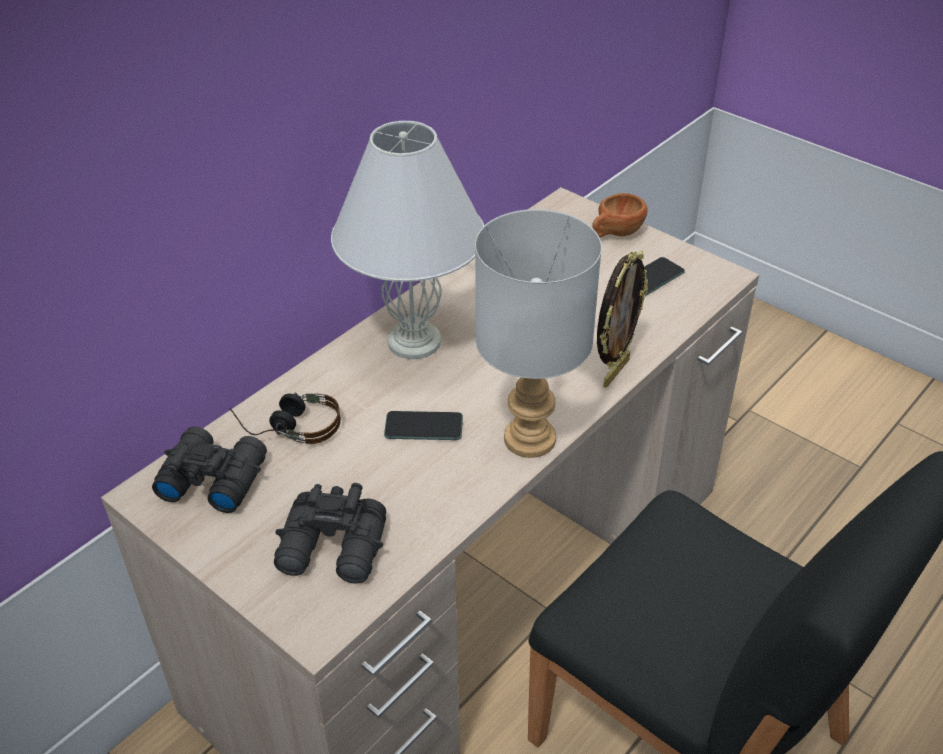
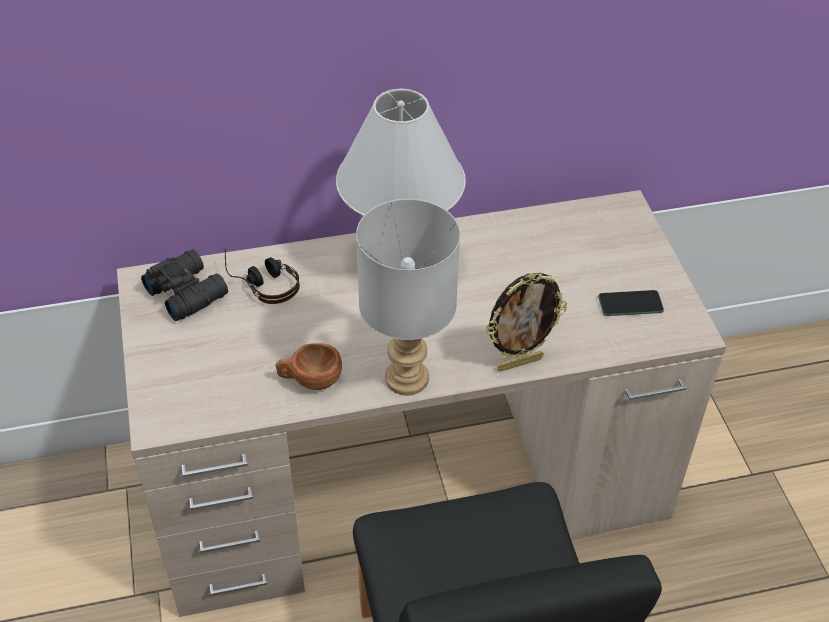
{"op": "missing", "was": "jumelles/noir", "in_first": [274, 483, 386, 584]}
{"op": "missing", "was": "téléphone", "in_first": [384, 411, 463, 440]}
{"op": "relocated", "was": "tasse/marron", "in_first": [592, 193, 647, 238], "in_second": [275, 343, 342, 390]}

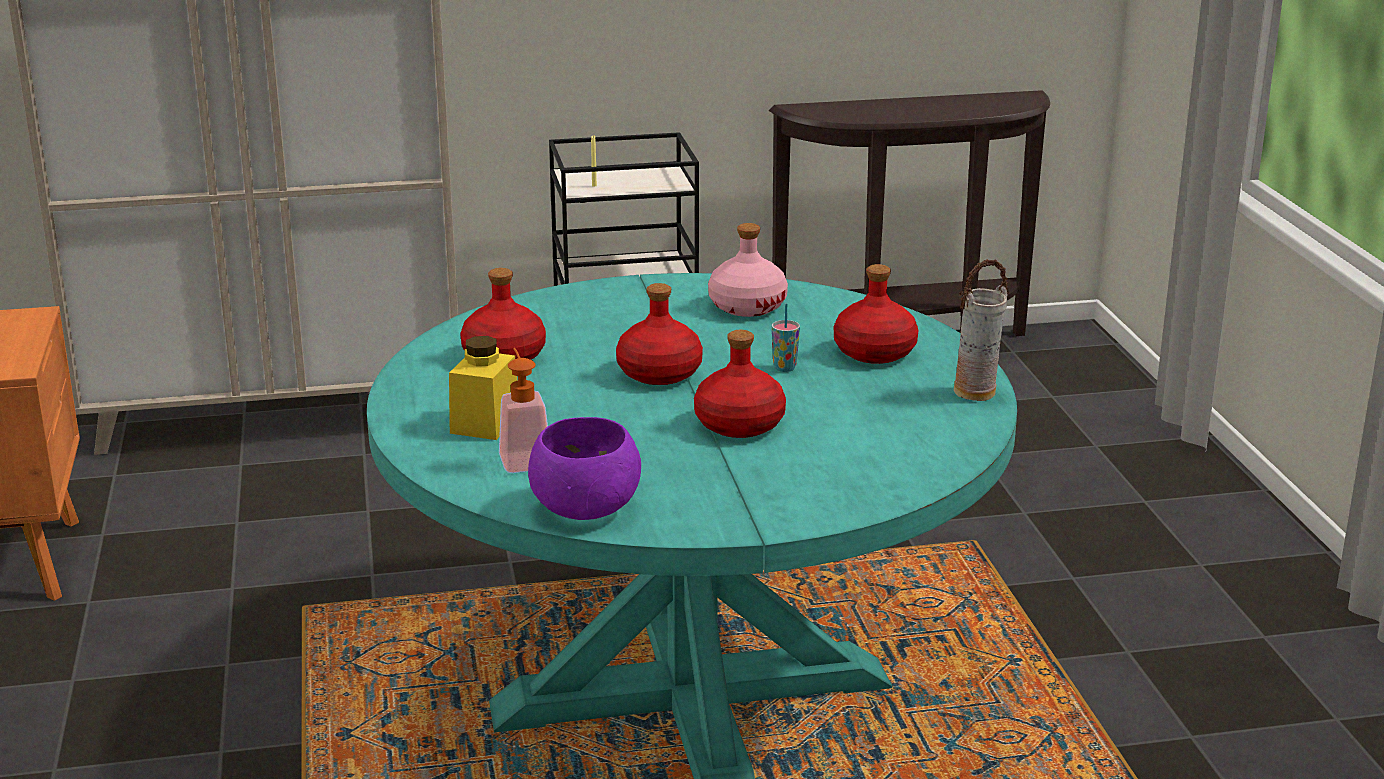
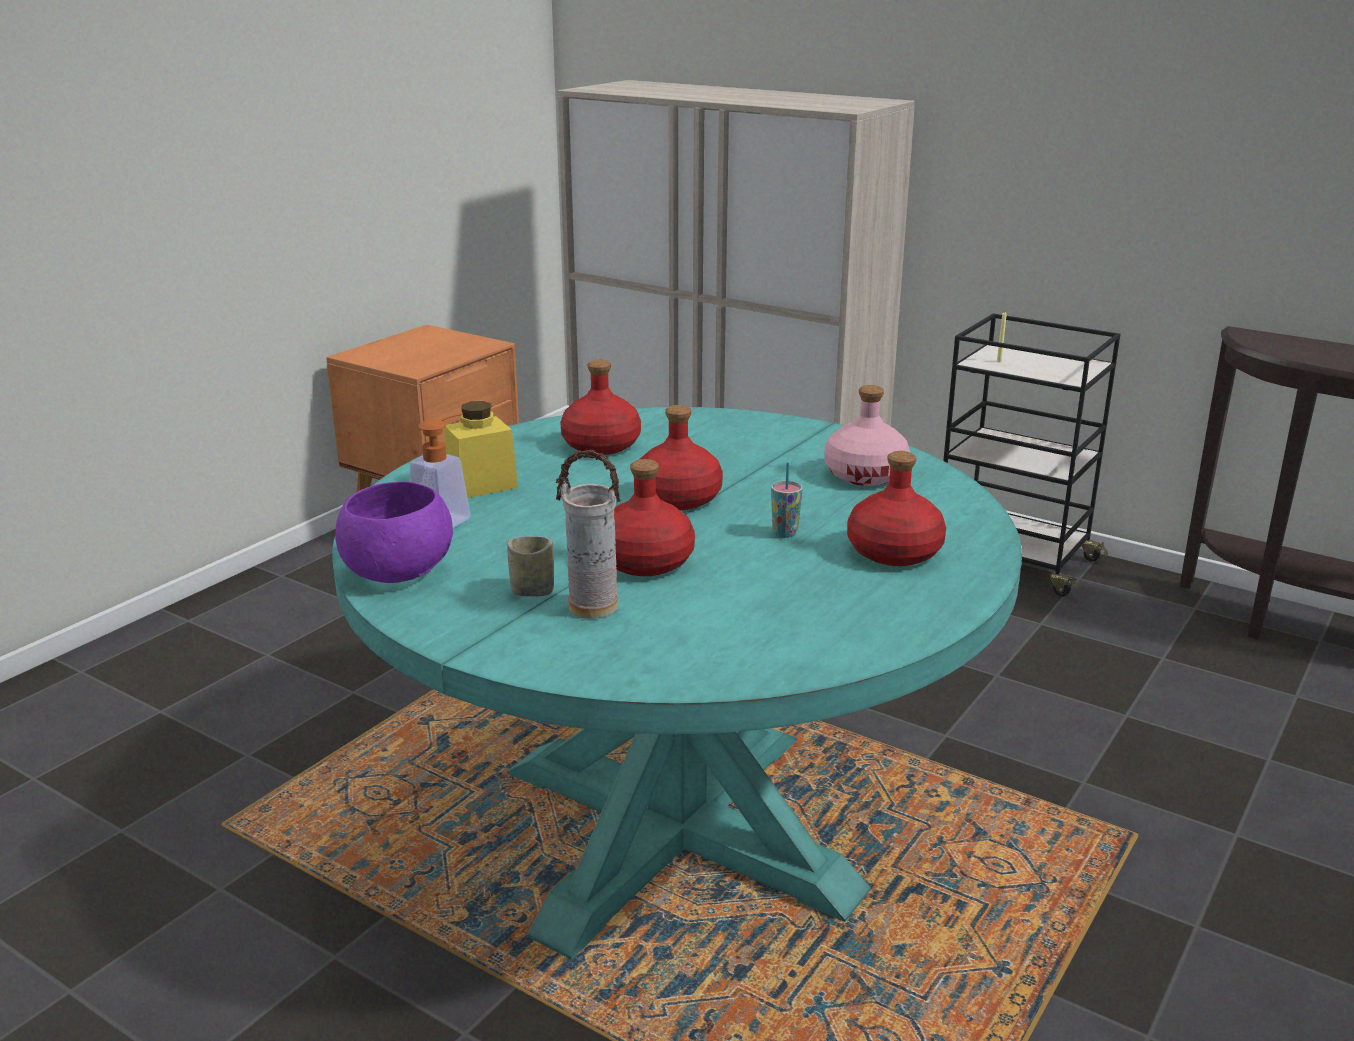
{"op": "relocated", "was": "vase", "in_first": [954, 259, 1010, 401], "in_second": [556, 450, 621, 619]}
{"op": "appeared", "now": "tasse", "in_second": [507, 536, 554, 597]}

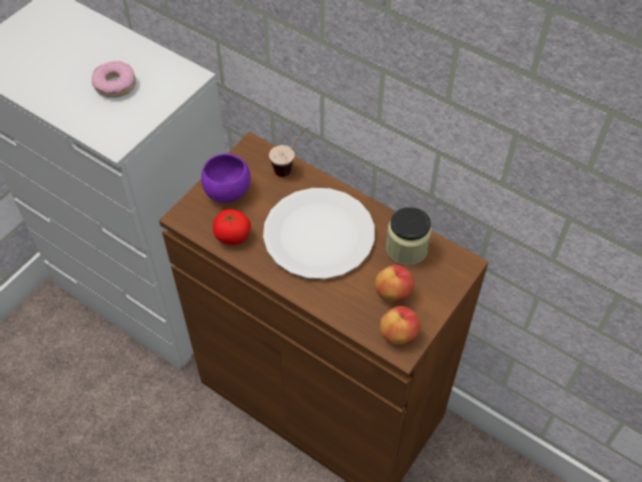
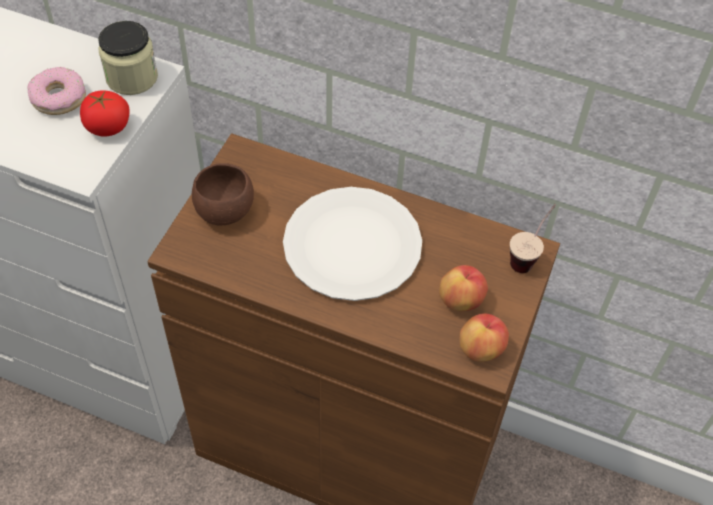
{"op": "colour", "was": "bol/violet", "now": "bol/marron", "in_first": [201, 154, 250, 202], "in_second": [192, 163, 254, 225]}
{"op": "relocated", "was": "tomate", "in_first": [213, 209, 251, 245], "in_second": [80, 90, 130, 137]}
{"op": "relocated", "was": "tasse", "in_first": [269, 127, 309, 177], "in_second": [510, 204, 556, 273]}
{"op": "relocated", "was": "bocal", "in_first": [386, 207, 432, 265], "in_second": [98, 21, 158, 95]}

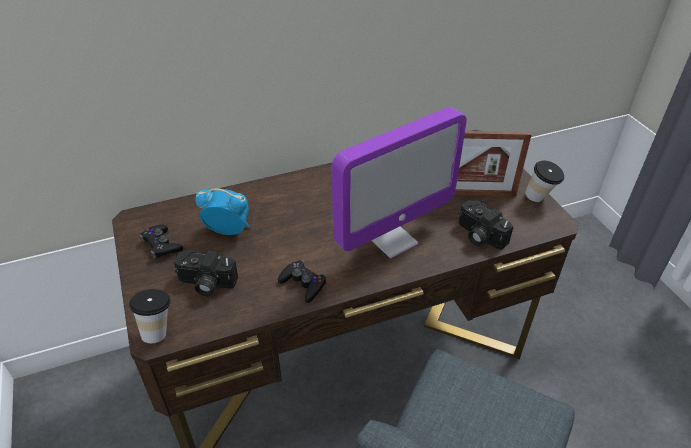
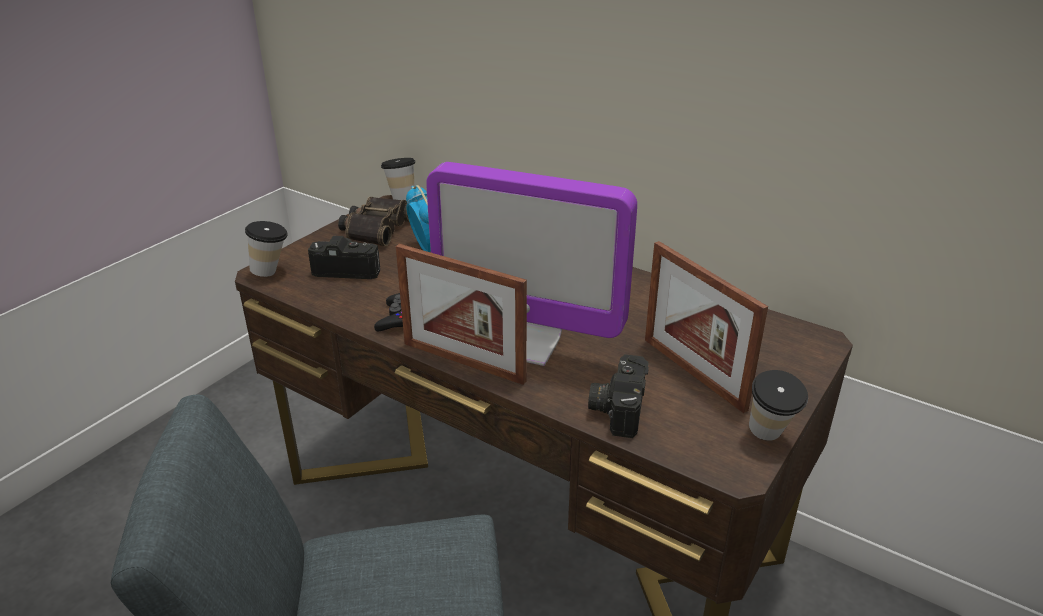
{"op": "exchanged", "was": "manette/noir", "now": "jumelles", "in_first": [139, 225, 183, 259], "in_second": [338, 197, 409, 246]}
{"op": "spun", "was": "appareil photo", "in_first": [174, 250, 238, 296], "in_second": [308, 236, 380, 279], "clockwise": 120}
{"op": "appeared", "now": "tasse", "in_second": [381, 158, 415, 200]}
{"op": "appeared", "now": "cadre photo", "in_second": [396, 244, 527, 385]}

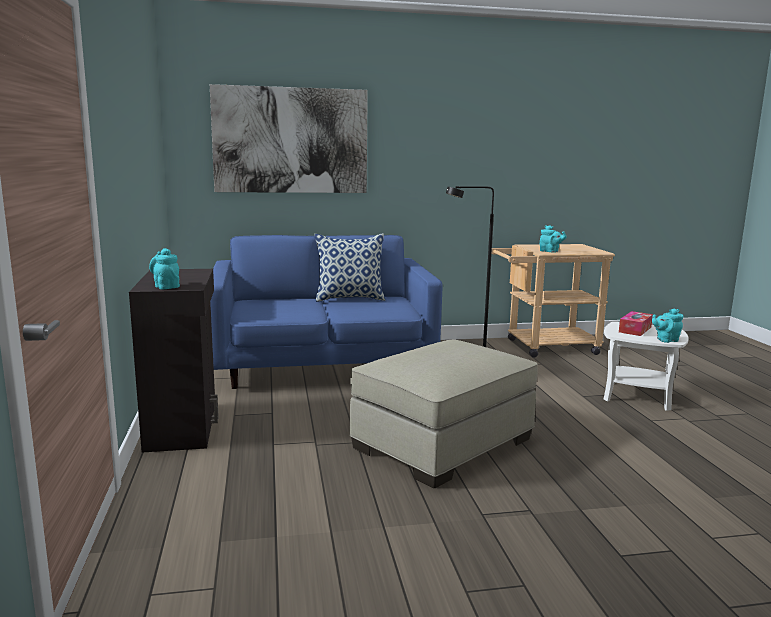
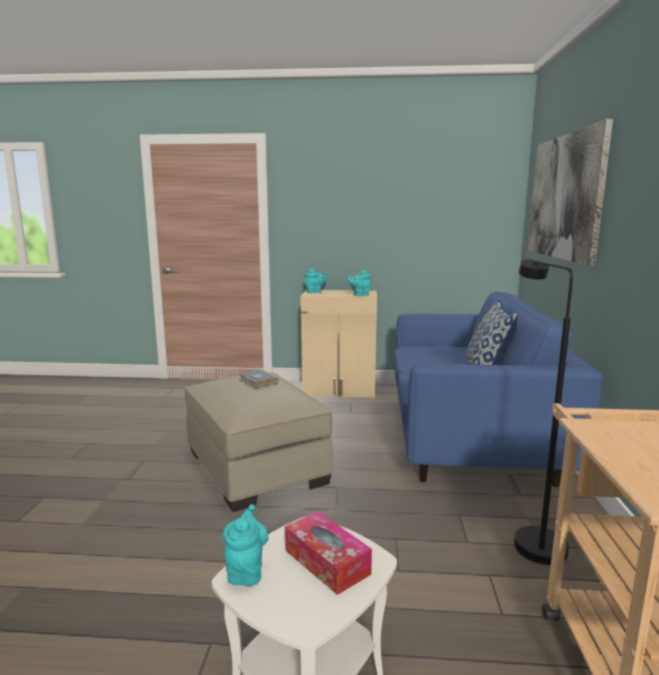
{"op": "colour", "was": "meuble de rangement/noir", "now": "meuble de rangement/beige", "in_first": [129, 269, 219, 452], "in_second": [300, 290, 377, 398]}
{"op": "relocated", "was": "théière/turquoise", "in_first": [540, 225, 567, 252], "in_second": [348, 270, 371, 296]}
{"op": "appeared", "now": "livre/gris", "in_second": [239, 369, 279, 389]}

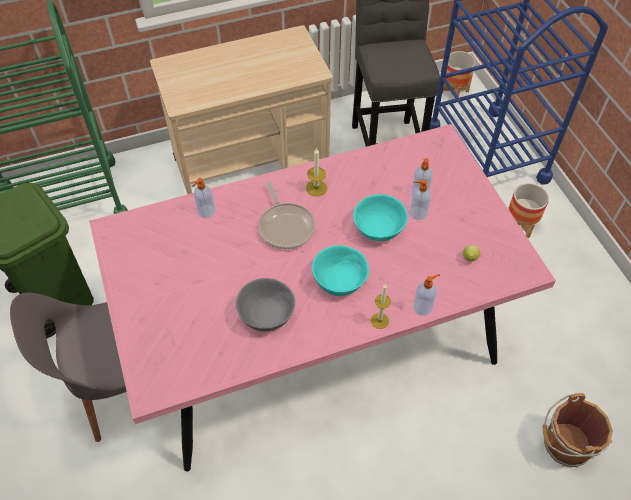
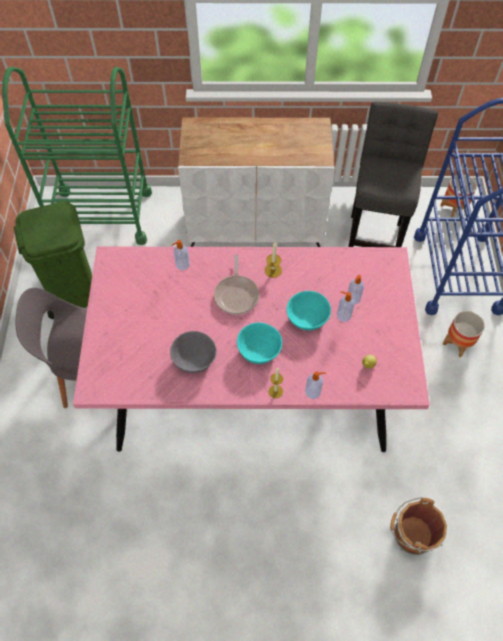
{"op": "exchanged", "was": "chariot/beige", "now": "meuble de rangement/blanc", "in_first": [150, 25, 333, 195], "in_second": [178, 117, 335, 247]}

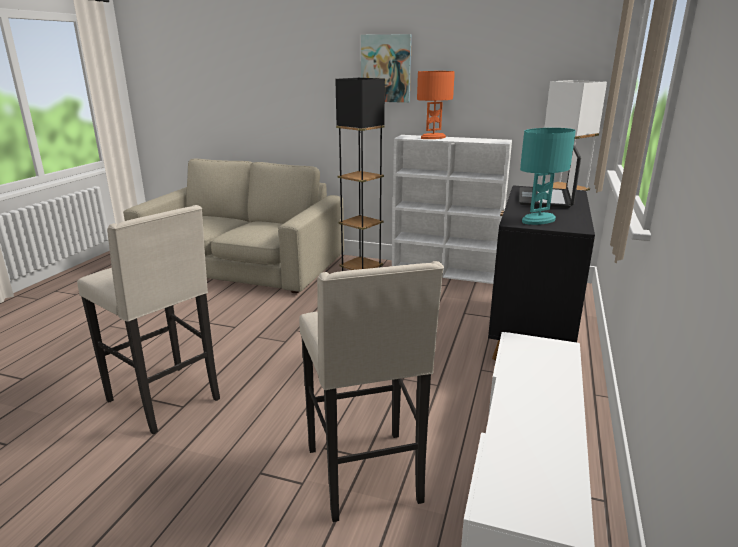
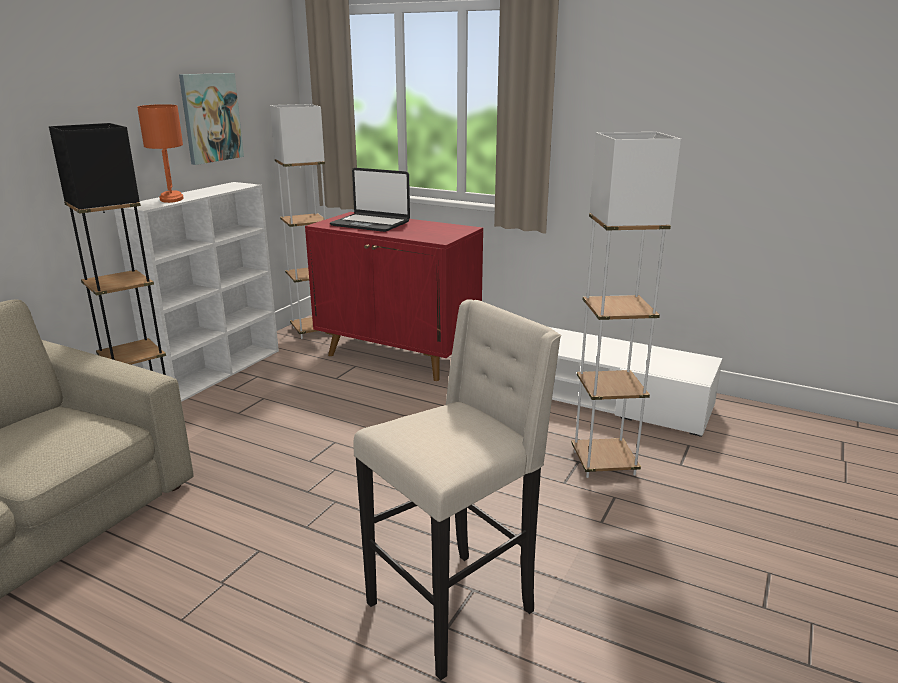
{"op": "exchanged", "was": "tabouret/beige", "now": "lampadaire/blanc", "in_first": [299, 261, 444, 522], "in_second": [571, 132, 681, 478]}
{"op": "relocated", "was": "tableau", "in_first": [361, 34, 412, 103], "in_second": [179, 73, 244, 165]}
{"op": "colour", "was": "meuble de rangement/noir", "now": "meuble de rangement/rouge", "in_first": [488, 185, 595, 360], "in_second": [305, 212, 483, 381]}
{"op": "missing", "was": "lampe de table/turquoise", "in_first": [520, 128, 576, 225]}

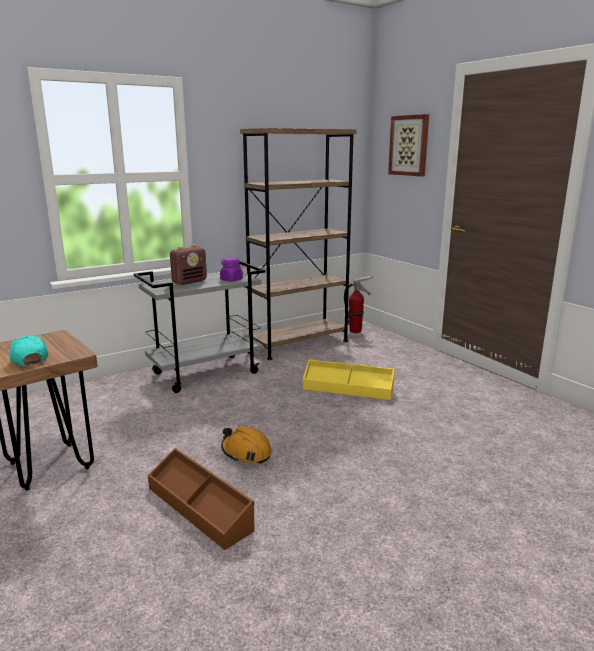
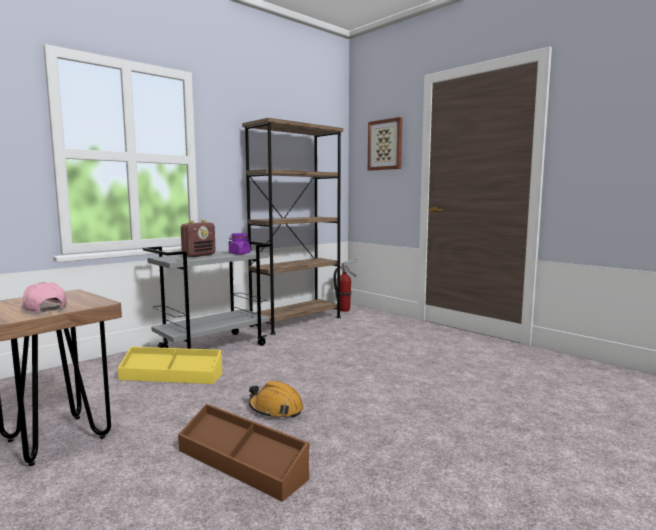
{"op": "colour", "was": "casquette/turquoise", "now": "casquette/rose", "in_first": [10, 336, 49, 366], "in_second": [21, 282, 67, 312]}
{"op": "relocated", "was": "boîte de rangement/jaune", "in_first": [303, 360, 395, 400], "in_second": [118, 347, 222, 384]}

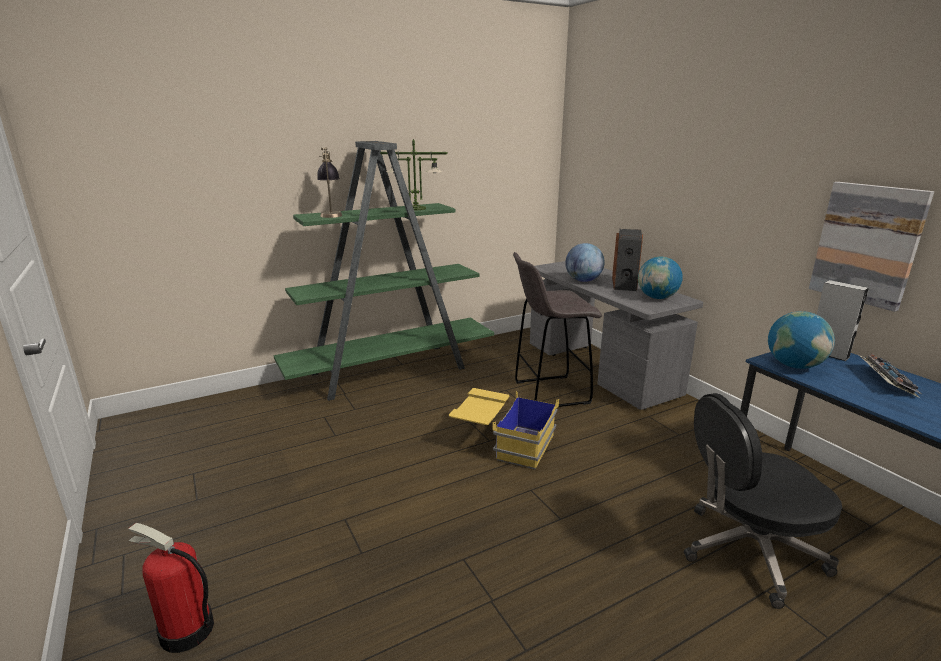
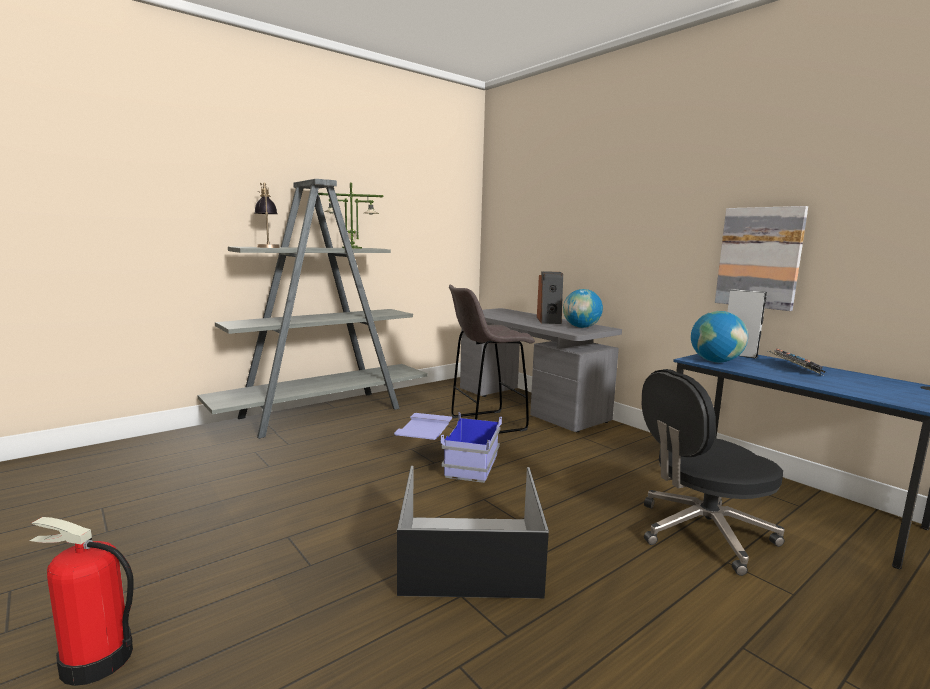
{"op": "colour", "was": "bibliothèque/vert", "now": "bibliothèque/gris", "in_first": [274, 141, 494, 401], "in_second": [198, 179, 428, 439]}
{"op": "colour", "was": "boîte de rangement/jaune", "now": "boîte de rangement/bleu", "in_first": [449, 388, 559, 469], "in_second": [394, 412, 502, 483]}
{"op": "missing", "was": "globe", "in_first": [565, 243, 605, 282]}
{"op": "appeared", "now": "boîte de rangement/noir", "in_second": [397, 466, 549, 598]}

